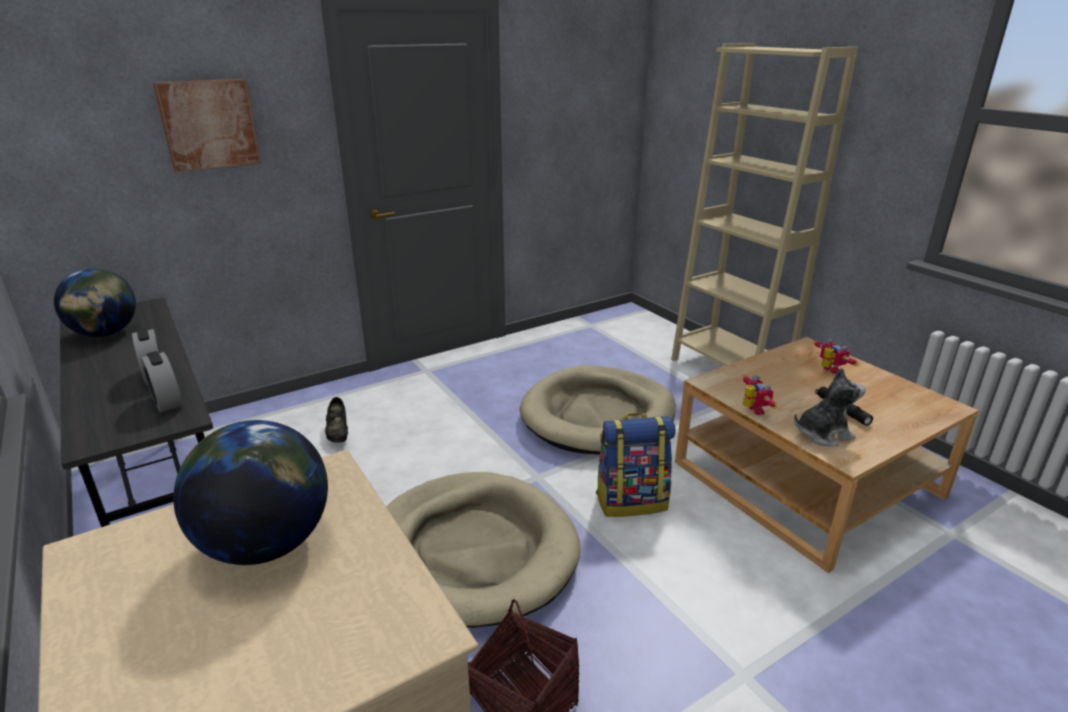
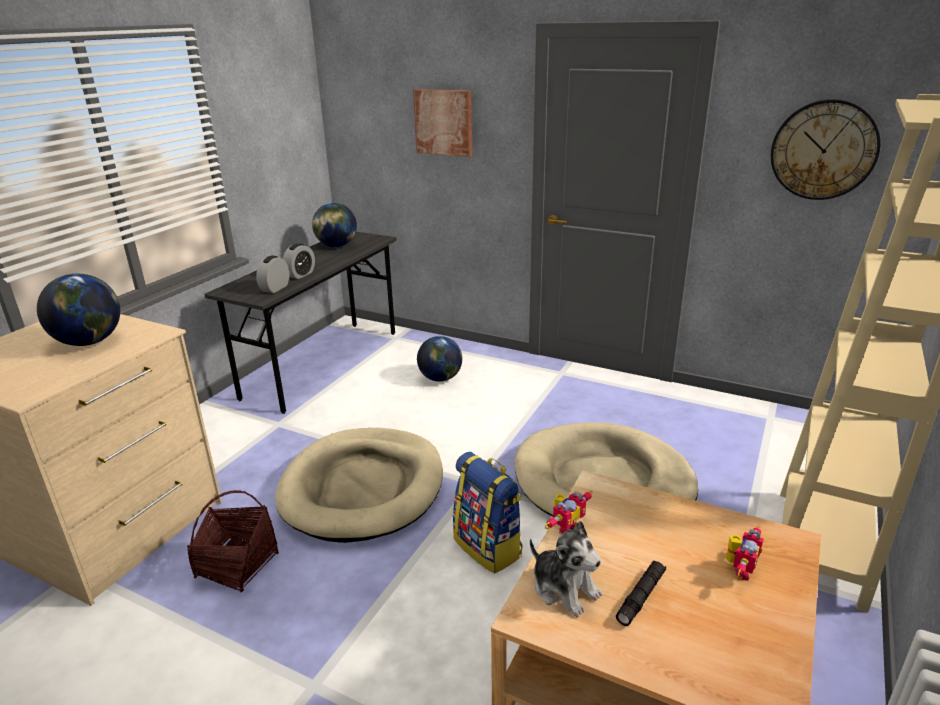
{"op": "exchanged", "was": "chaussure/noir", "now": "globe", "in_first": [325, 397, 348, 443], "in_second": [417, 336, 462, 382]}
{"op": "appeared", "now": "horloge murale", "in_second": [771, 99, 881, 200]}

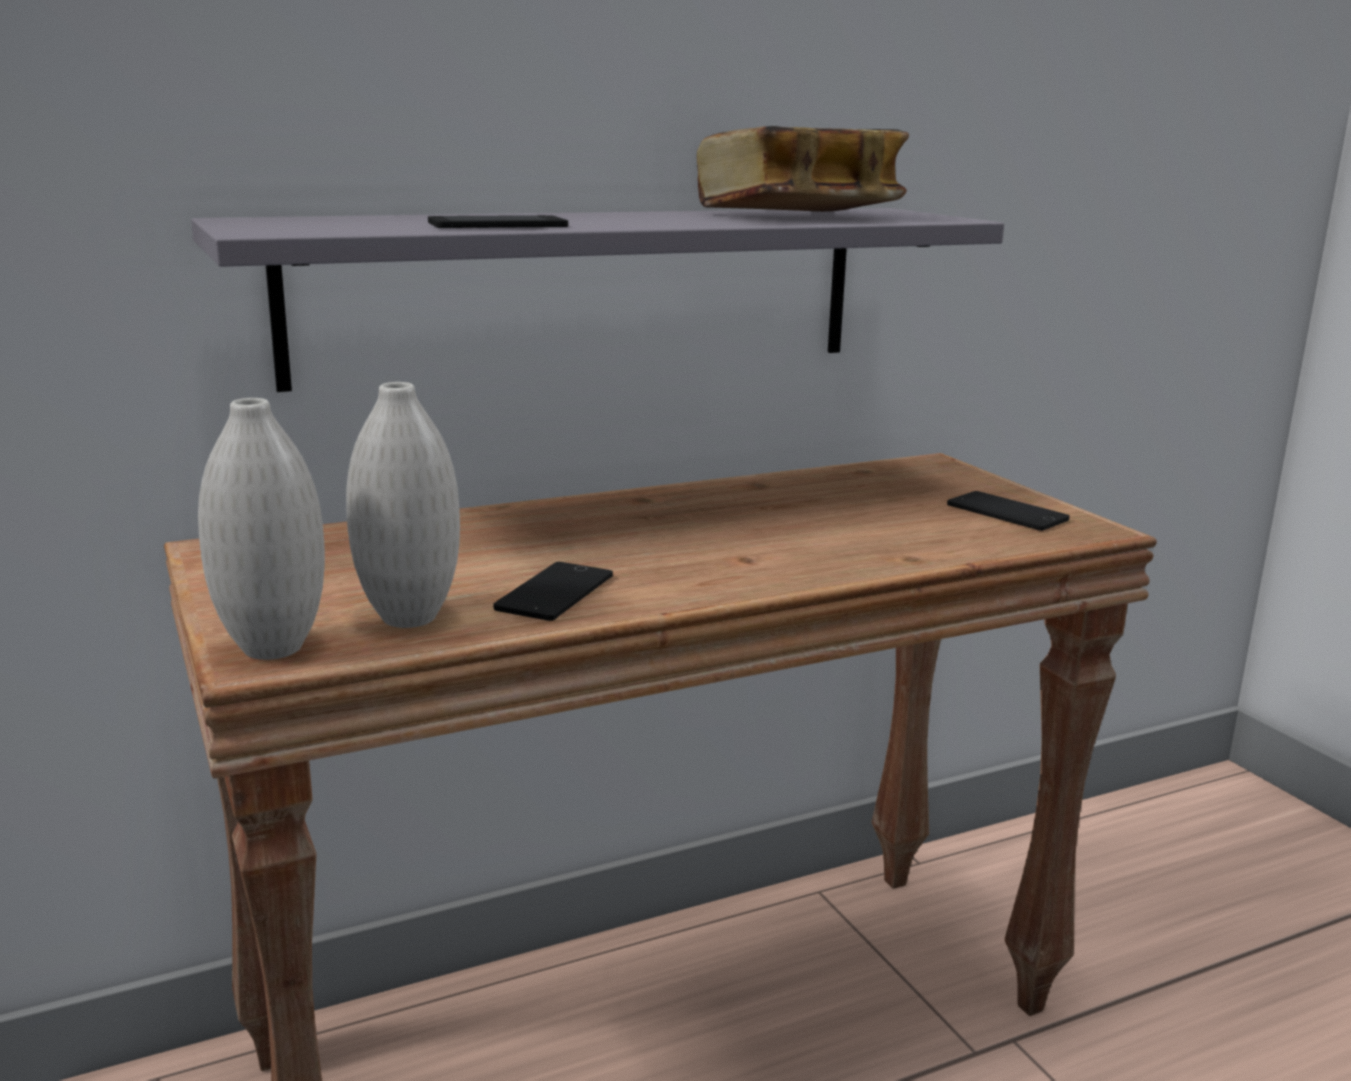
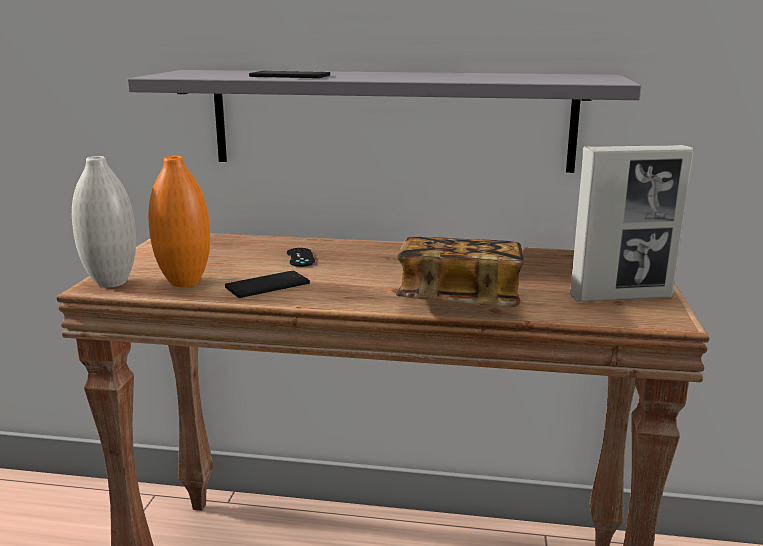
{"op": "colour", "was": "vase/blanc", "now": "vase/orange", "in_first": [346, 382, 460, 628], "in_second": [148, 156, 210, 287]}
{"op": "relocated", "was": "livre", "in_first": [697, 126, 909, 212], "in_second": [396, 237, 524, 307]}
{"op": "exchanged", "was": "téléphone", "now": "cadre photo", "in_first": [947, 491, 1070, 531], "in_second": [570, 145, 693, 302]}
{"op": "appeared", "now": "manette/noir", "in_second": [287, 248, 315, 267]}

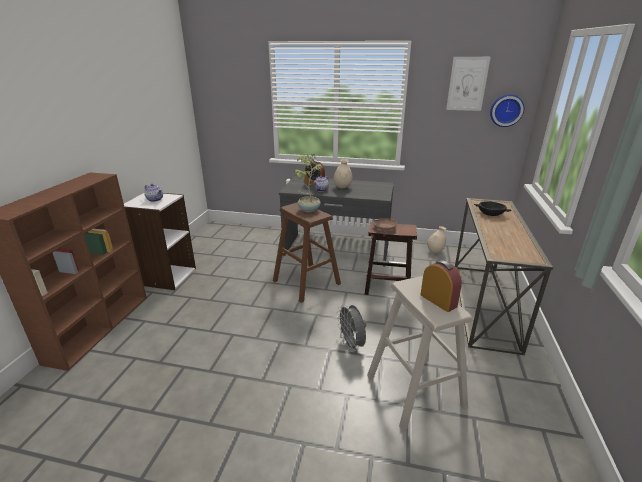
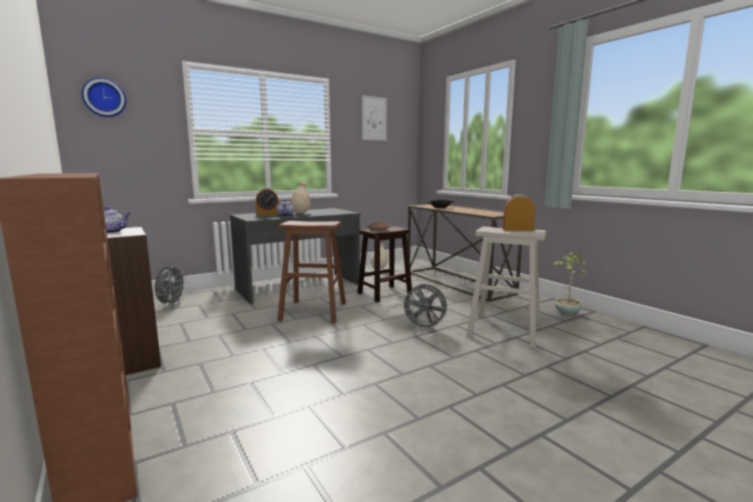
{"op": "relocated", "was": "plante en pot", "in_first": [295, 153, 323, 212], "in_second": [553, 253, 586, 315]}
{"op": "relocated", "was": "horloge murale", "in_first": [490, 94, 524, 127], "in_second": [82, 78, 126, 117]}
{"op": "appeared", "now": "ventilateur/gris", "in_second": [155, 265, 186, 306]}

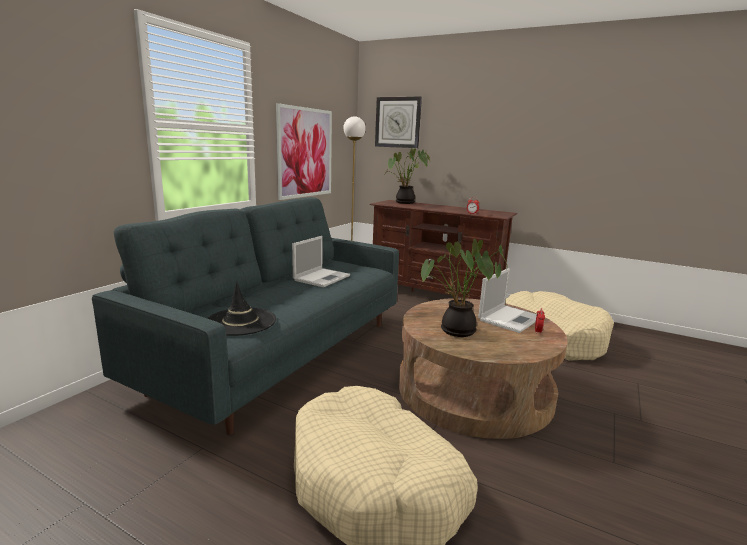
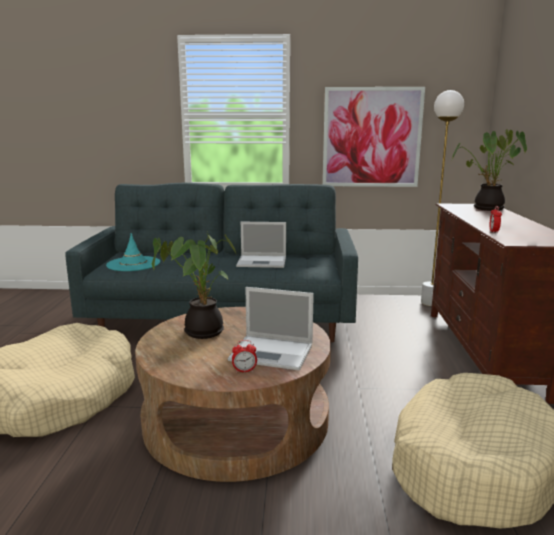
{"op": "colour", "was": "chapeau/noir", "now": "chapeau/turquoise", "in_first": [207, 282, 276, 336], "in_second": [106, 233, 160, 271]}
{"op": "missing", "was": "horloge murale", "in_first": [375, 97, 422, 148]}

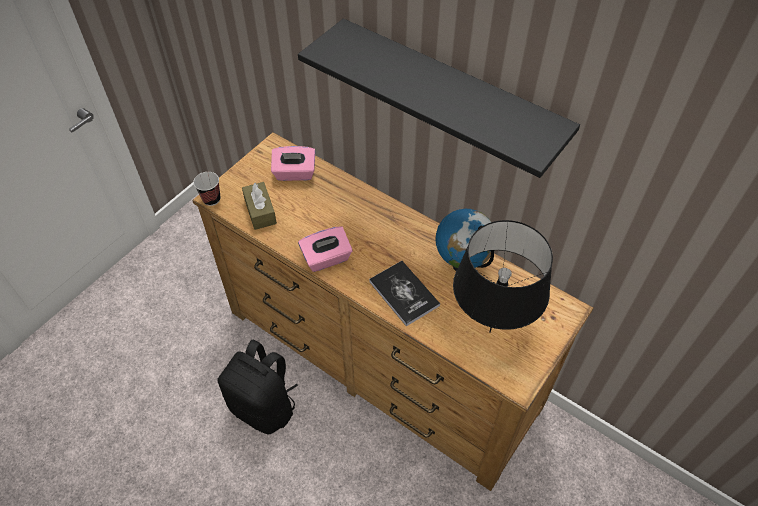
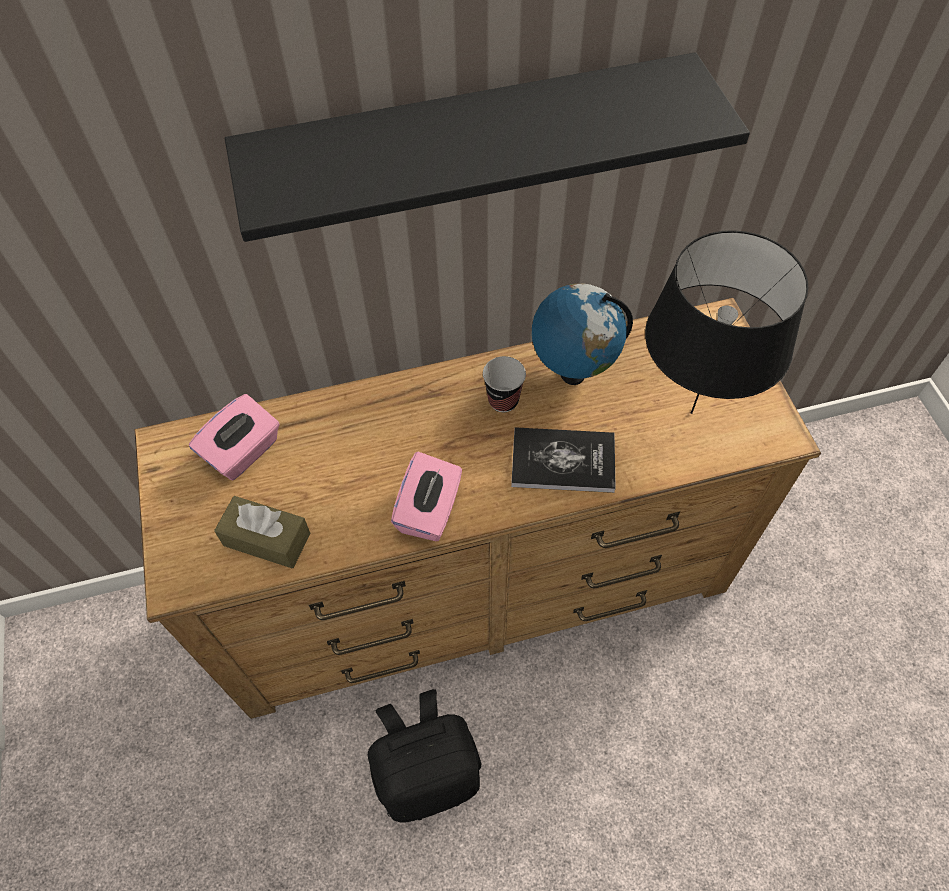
{"op": "relocated", "was": "tasse", "in_first": [193, 172, 220, 206], "in_second": [483, 356, 526, 412]}

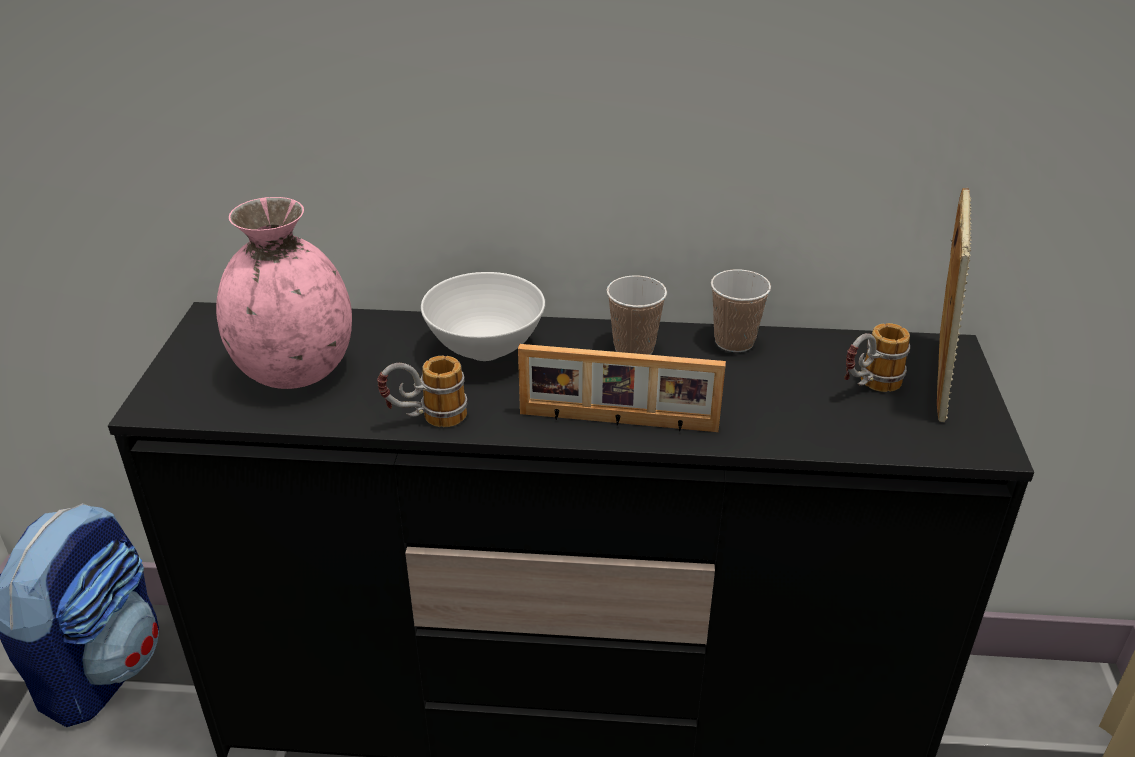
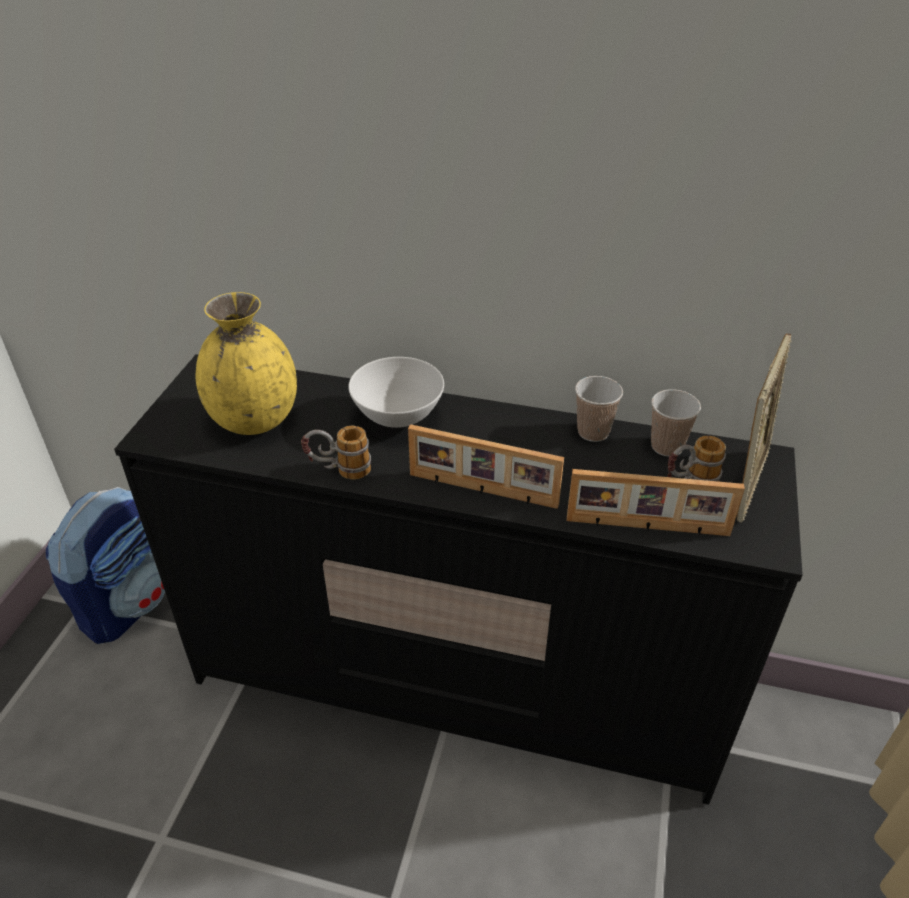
{"op": "colour", "was": "vase/rose", "now": "vase/jaune", "in_first": [216, 197, 352, 389], "in_second": [196, 292, 297, 435]}
{"op": "relocated", "was": "tasse", "in_first": [607, 275, 667, 355], "in_second": [651, 389, 701, 456]}
{"op": "appeared", "now": "cadre photo", "in_second": [567, 469, 745, 536]}

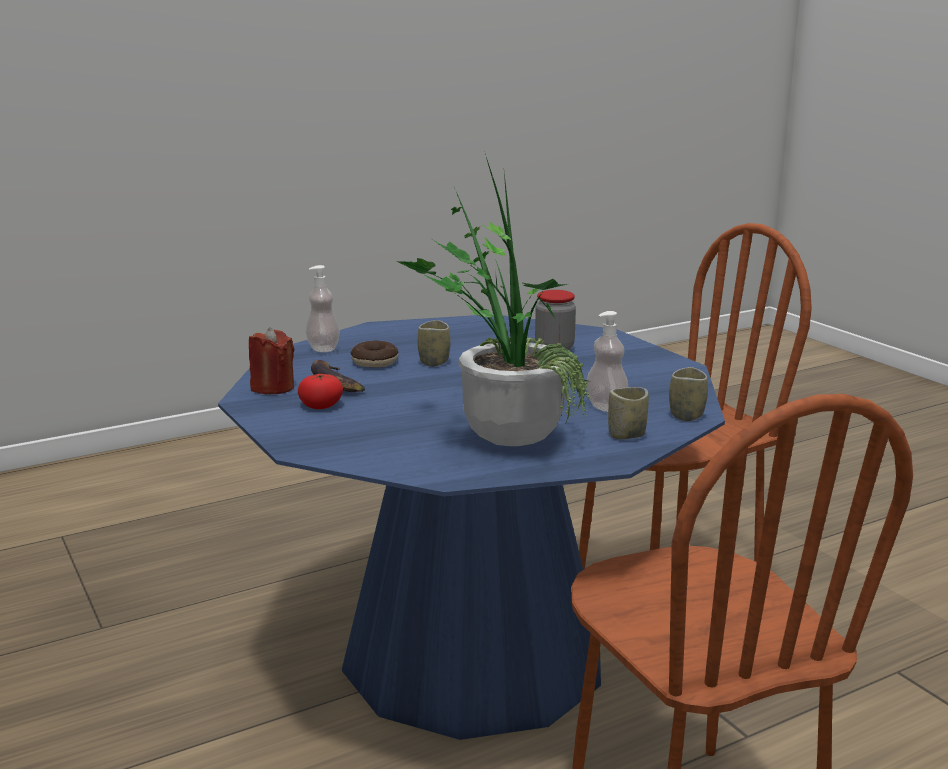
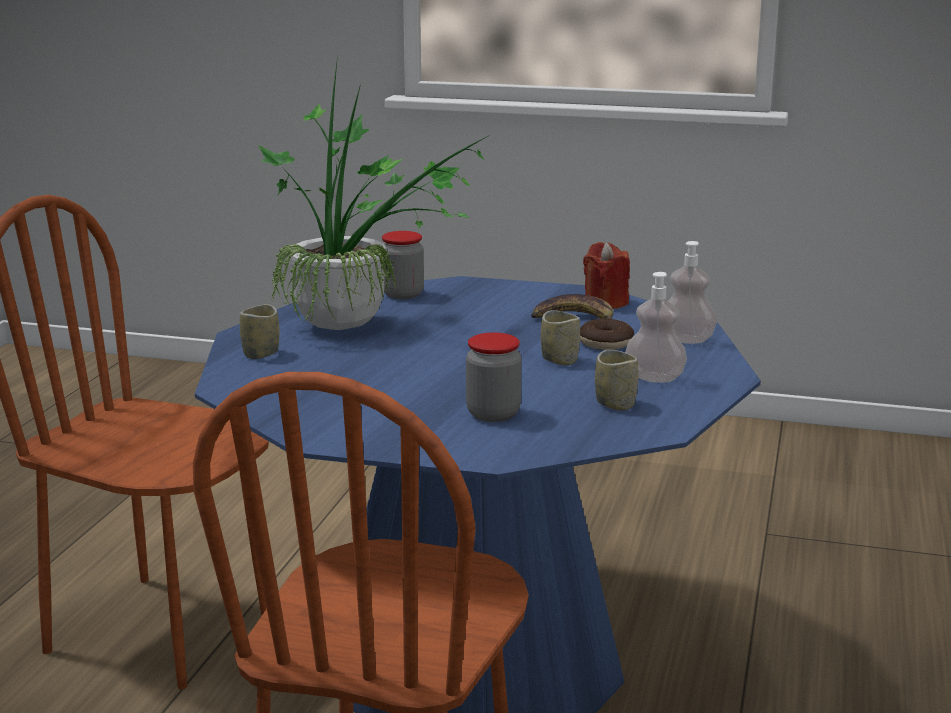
{"op": "missing", "was": "tomate", "in_first": [298, 374, 343, 409]}
{"op": "relocated", "was": "distributeur de savon", "in_first": [586, 311, 628, 412], "in_second": [625, 272, 687, 383]}
{"op": "relocated", "was": "tasse", "in_first": [669, 367, 708, 421], "in_second": [595, 350, 638, 411]}
{"op": "appeared", "now": "bocal", "in_second": [382, 231, 424, 299]}

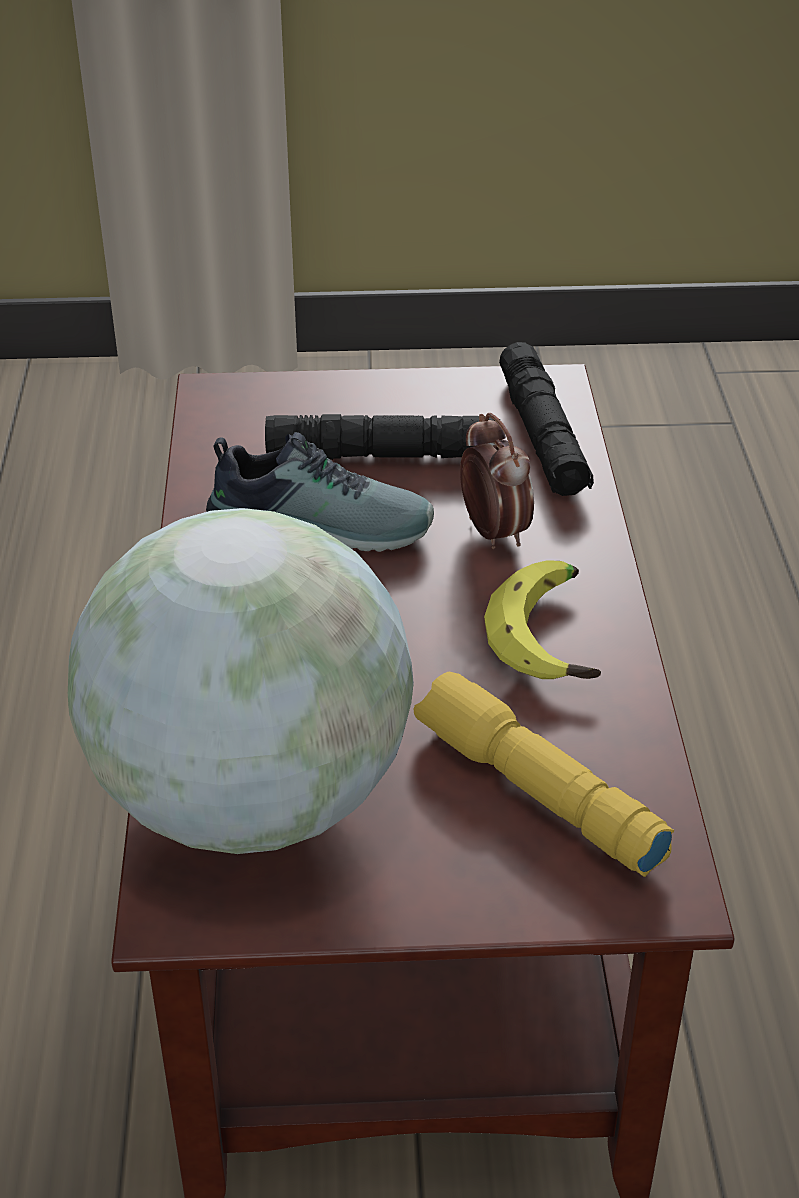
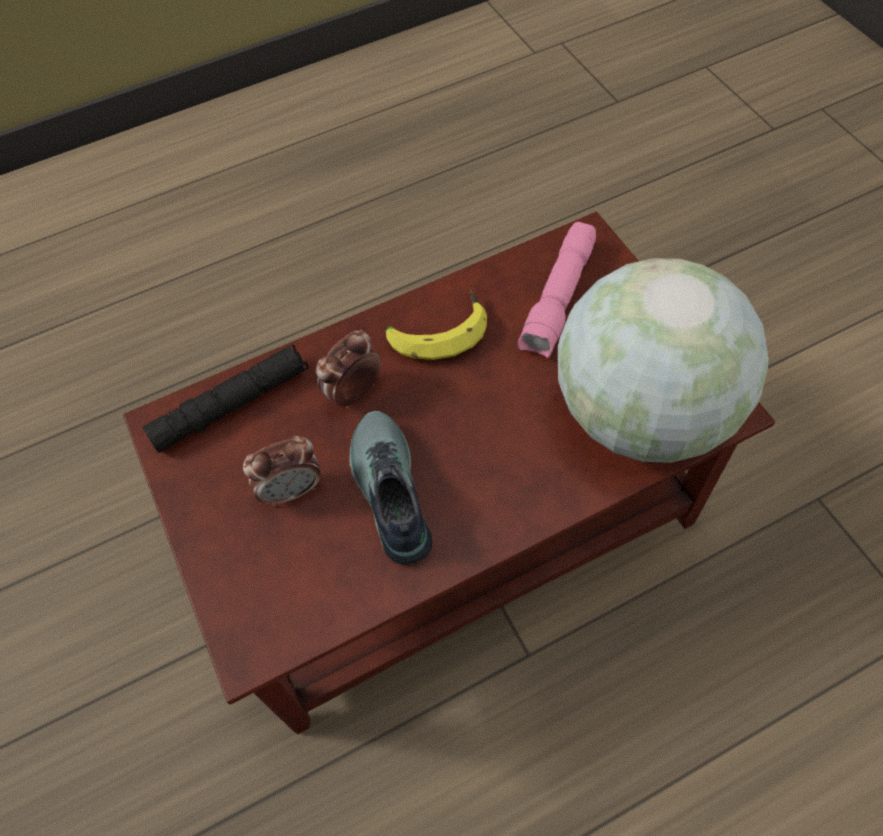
{"op": "exchanged", "was": "lampe de poche/noir", "now": "réveil", "in_first": [265, 414, 494, 460], "in_second": [243, 436, 321, 507]}
{"op": "colour", "was": "lampe de poche/jaune", "now": "lampe de poche/rose", "in_first": [414, 671, 675, 877], "in_second": [517, 222, 596, 358]}

